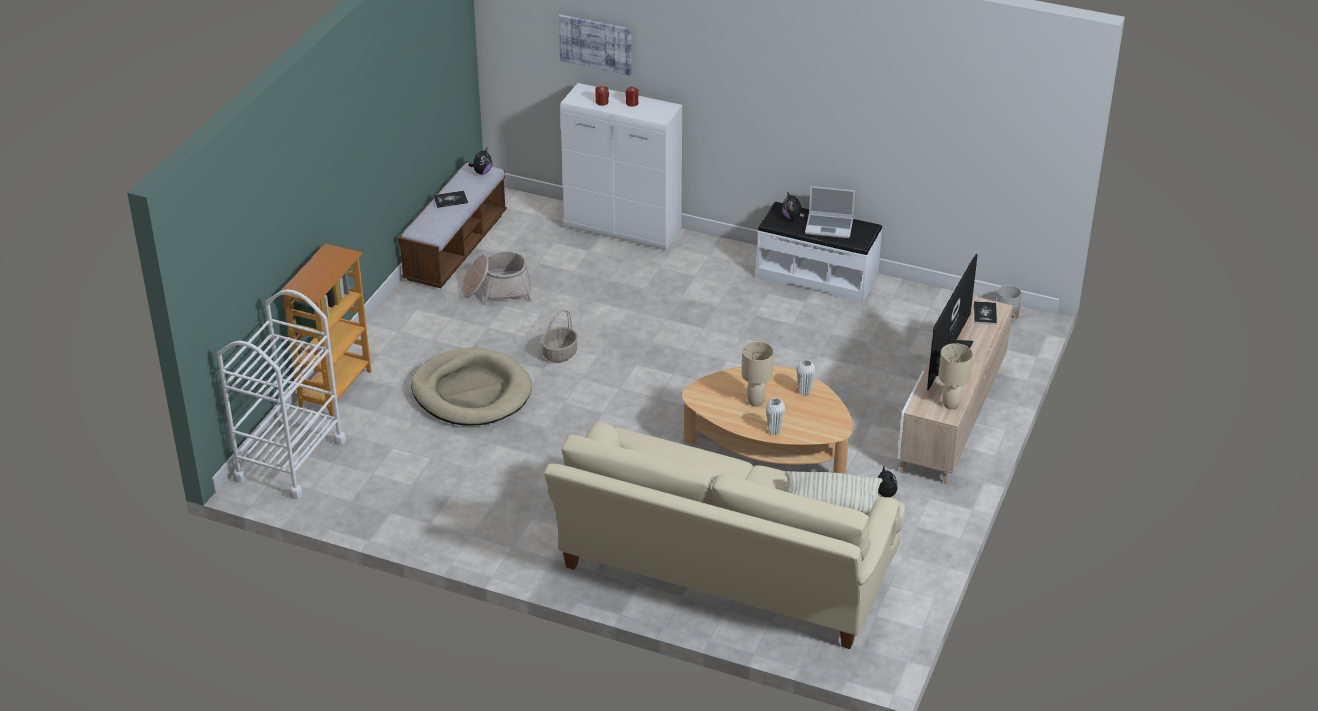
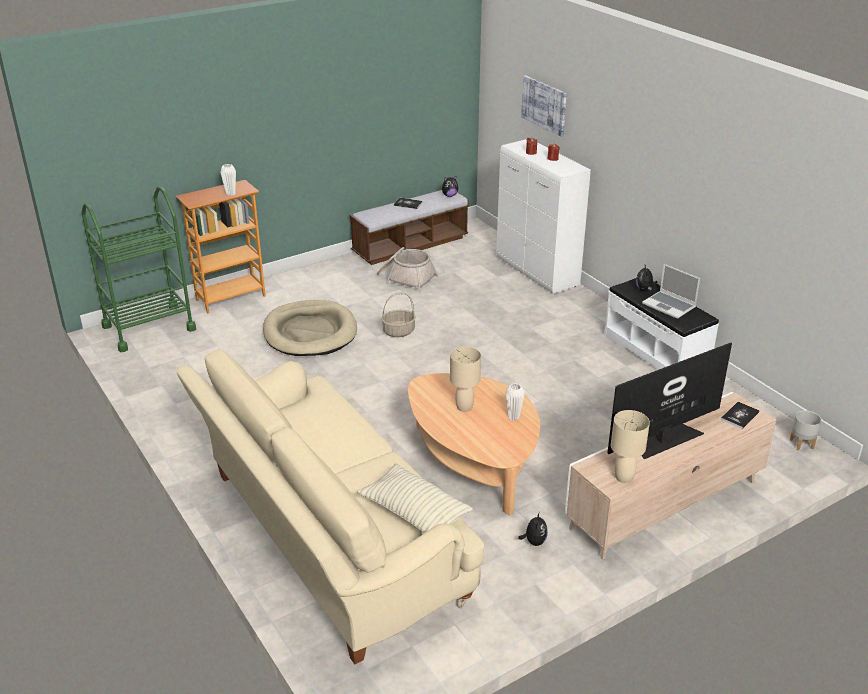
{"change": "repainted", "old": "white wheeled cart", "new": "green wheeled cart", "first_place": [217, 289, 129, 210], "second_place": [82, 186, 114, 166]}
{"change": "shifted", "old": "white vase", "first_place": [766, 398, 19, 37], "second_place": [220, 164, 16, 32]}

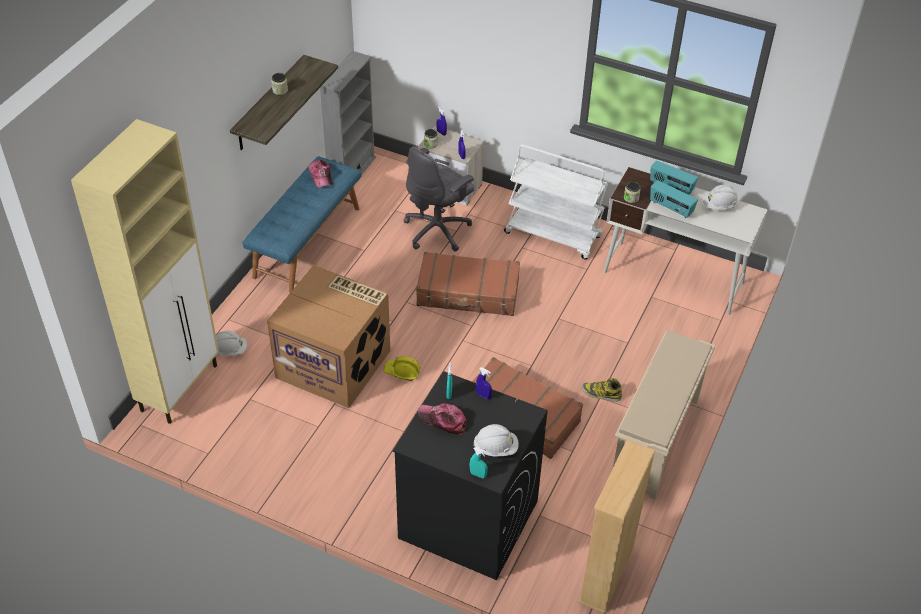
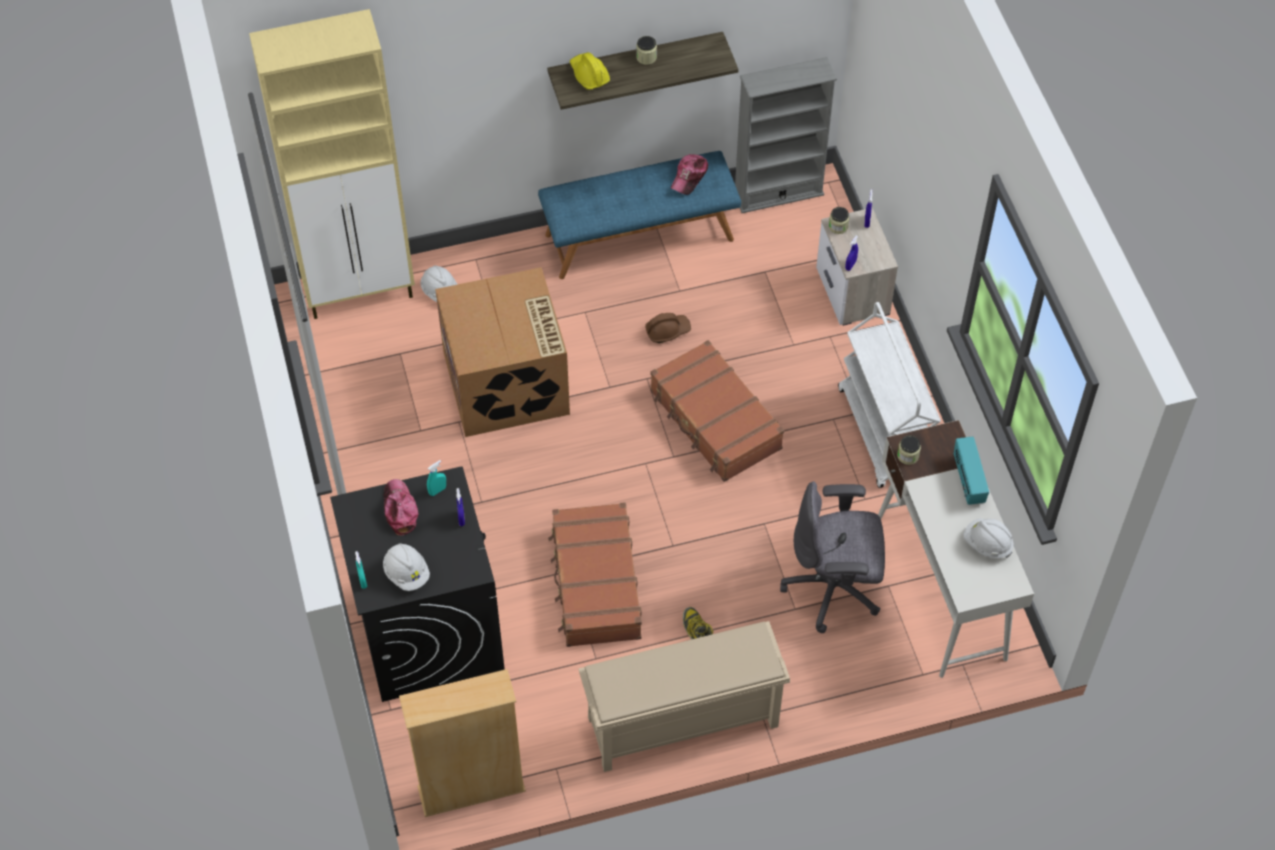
{"change": "shifted", "old": "yellow-coloured safety helmet", "first_place": [384, 356, 37, 25], "second_place": [570, 52, 40, 38]}
{"change": "shifted", "old": "greyish office chair", "first_place": [404, 147, 70, 104], "second_place": [780, 481, 105, 152]}
{"change": "gone", "old": "radio receiver", "first_place": [650, 180, 48, 38]}
{"change": "new", "new": "brown-coloured safety helmet", "second_place": [645, 313, 46, 30]}

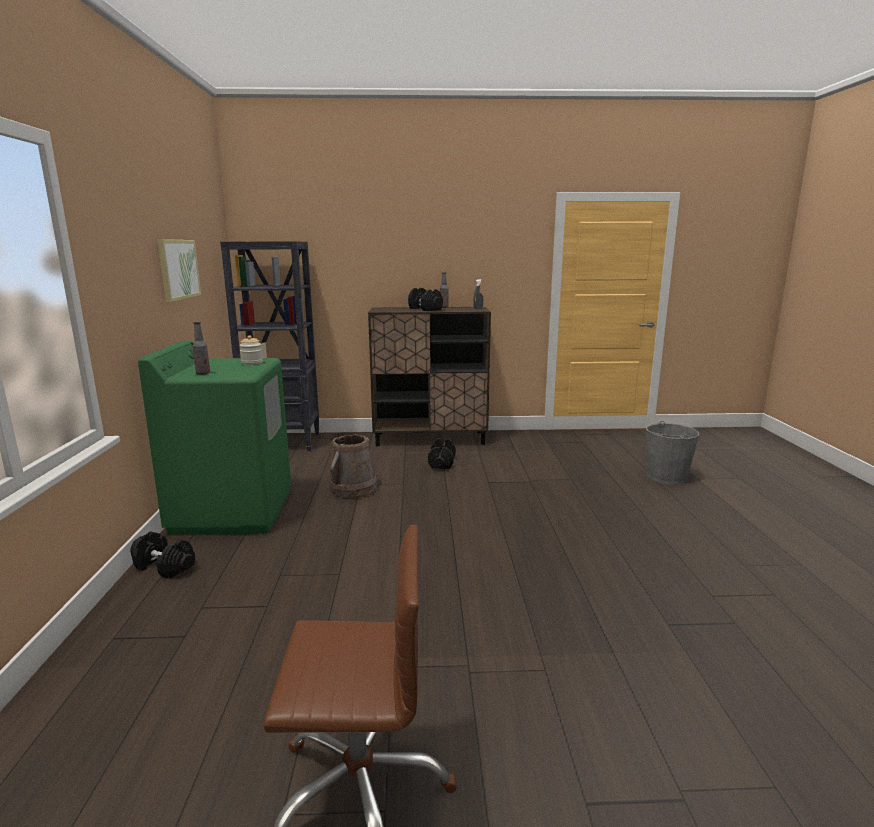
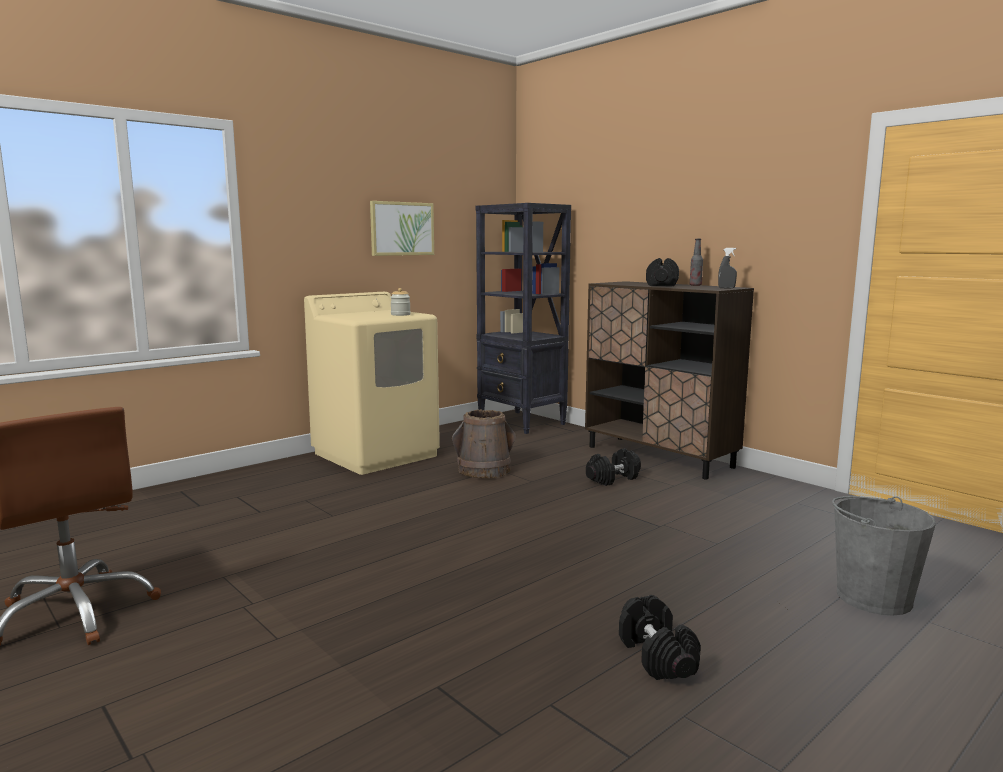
{"change": "shifted", "old": "black dumbbell", "first_place": [130, 532, 65, 46], "second_place": [619, 595, 82, 85]}
{"change": "repainted", "old": "green washing machine", "new": "sand-coloured washing machine", "first_place": [138, 340, 153, 195], "second_place": [304, 292, 136, 183]}
{"change": "gone", "old": "beverage bottle", "first_place": [193, 322, 17, 53]}

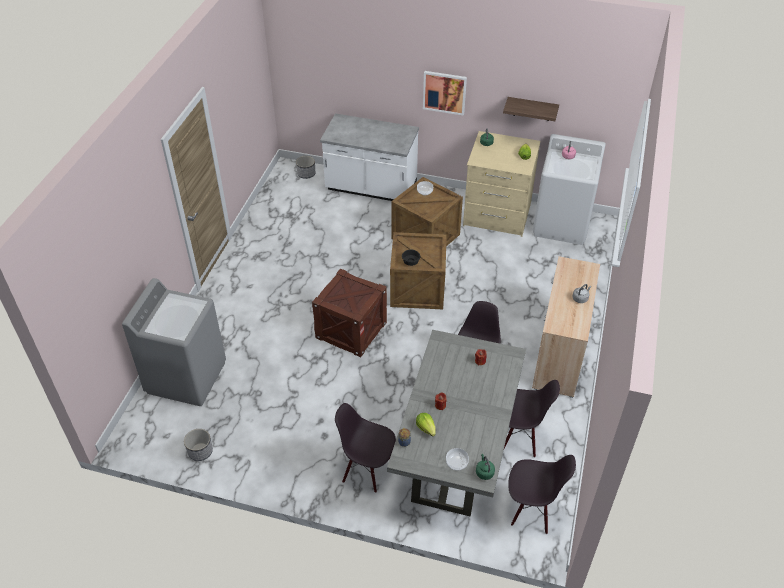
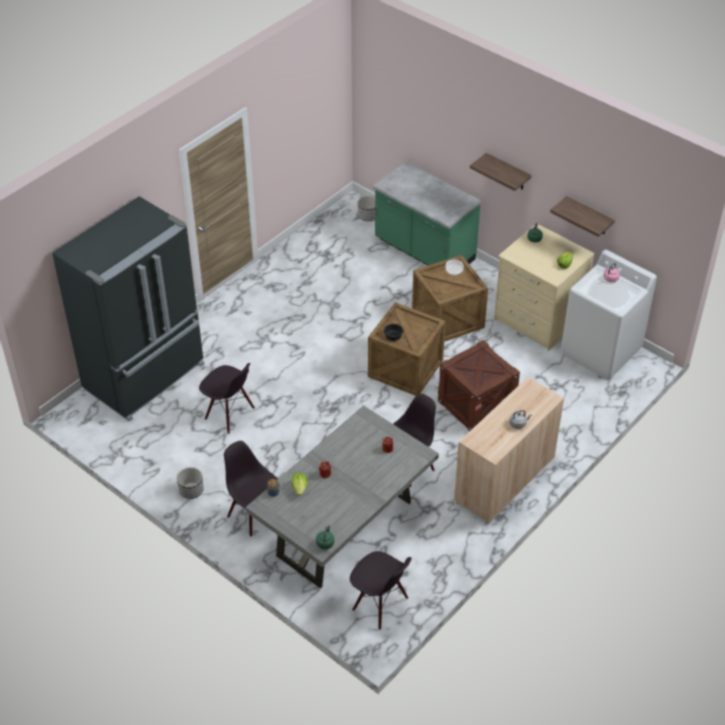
{"change": "swapped", "old": "greyish washing machine", "new": "black kitchen fridge", "first_place": [122, 278, 104, 128], "second_place": [52, 196, 153, 226]}
{"change": "shifted", "old": "planter", "first_place": [184, 429, 29, 32], "second_place": [177, 467, 26, 32]}
{"change": "shifted", "old": "shipping crate", "first_place": [312, 269, 75, 88], "second_place": [438, 340, 82, 91]}
{"change": "repainted", "old": "white kitchen base unit", "new": "green kitchen base unit", "first_place": [320, 113, 99, 88], "second_place": [373, 162, 108, 104]}
{"change": "swapped", "old": "wall picture", "new": "bracket shelf", "first_place": [423, 71, 44, 45], "second_place": [470, 153, 62, 38]}
{"change": "gone", "old": "serving bowl", "first_place": [446, 448, 23, 23]}
{"change": "shifted", "old": "black upright chair", "first_place": [504, 380, 56, 78], "second_place": [199, 363, 56, 71]}

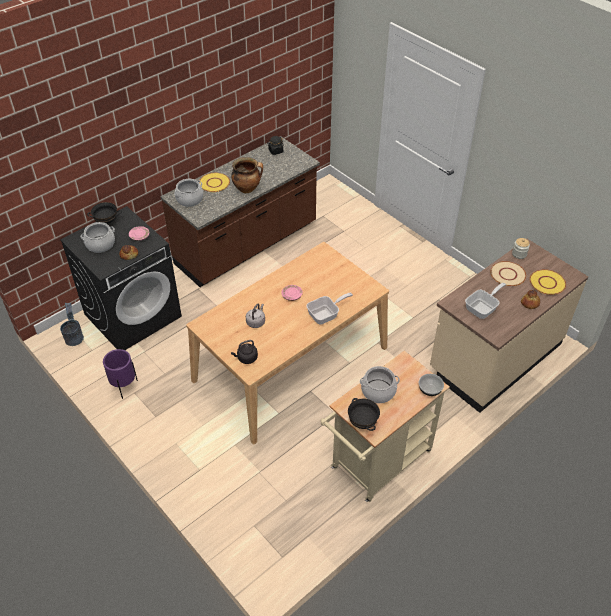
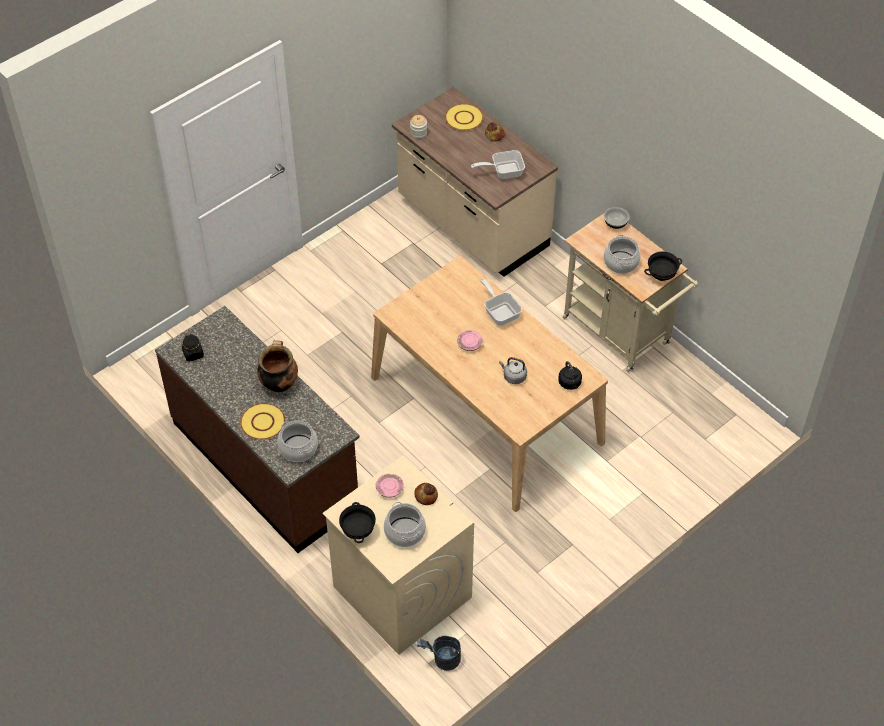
{"change": "repainted", "old": "black washing machine", "new": "sand-coloured washing machine", "first_place": [60, 206, 122, 144], "second_place": [323, 456, 151, 199]}
{"change": "gone", "old": "purplish planter", "first_place": [103, 349, 35, 50]}
{"change": "rotated", "old": "frying pan", "first_place": [465, 283, 41, 36], "second_place": [471, 150, 54, 29], "degrees": -60}
{"change": "gone", "old": "sand-coloured dinner plate", "first_place": [490, 261, 36, 25]}

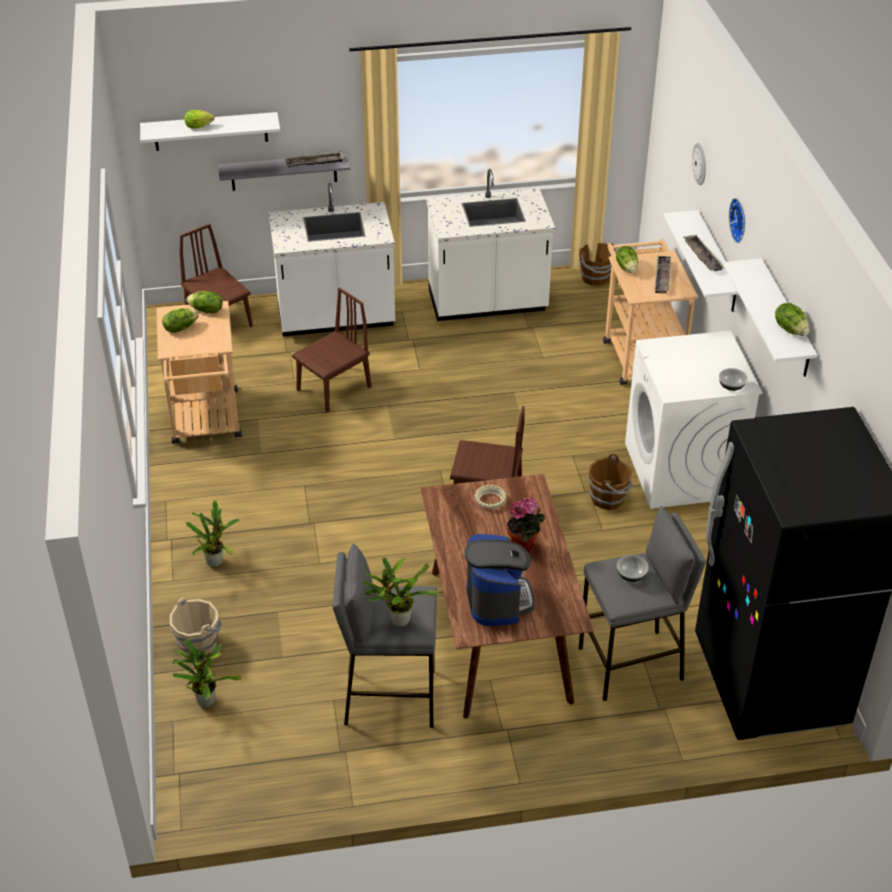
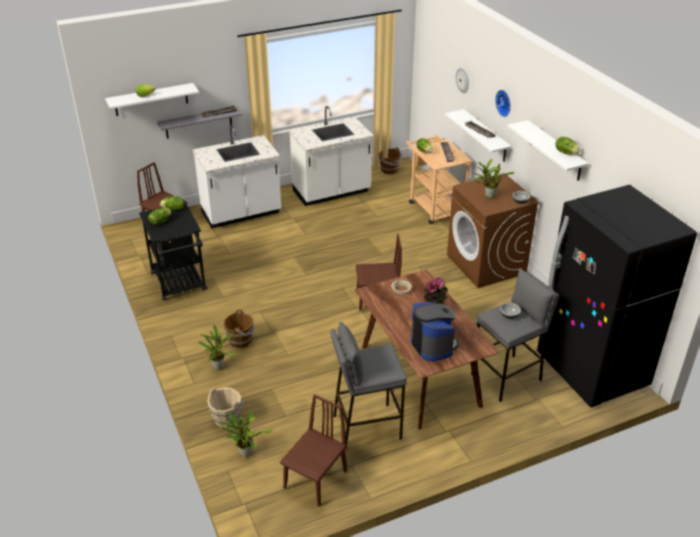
{"change": "repainted", "old": "sand-coloured wheeled cart", "new": "black wheeled cart", "first_place": [156, 301, 86, 143], "second_place": [139, 202, 68, 99]}
{"change": "shifted", "old": "brown-coloured upright chair", "first_place": [292, 287, 79, 125], "second_place": [280, 394, 67, 113]}
{"change": "shifted", "old": "plant in a pot", "first_place": [362, 557, 77, 70], "second_place": [472, 159, 42, 39]}
{"change": "shifted", "old": "brown-coloured water bucket", "first_place": [588, 454, 45, 56], "second_place": [224, 310, 31, 38]}
{"change": "repainted", "old": "white washing machine", "new": "brown-coloured washing machine", "first_place": [625, 331, 138, 178], "second_place": [447, 173, 93, 115]}

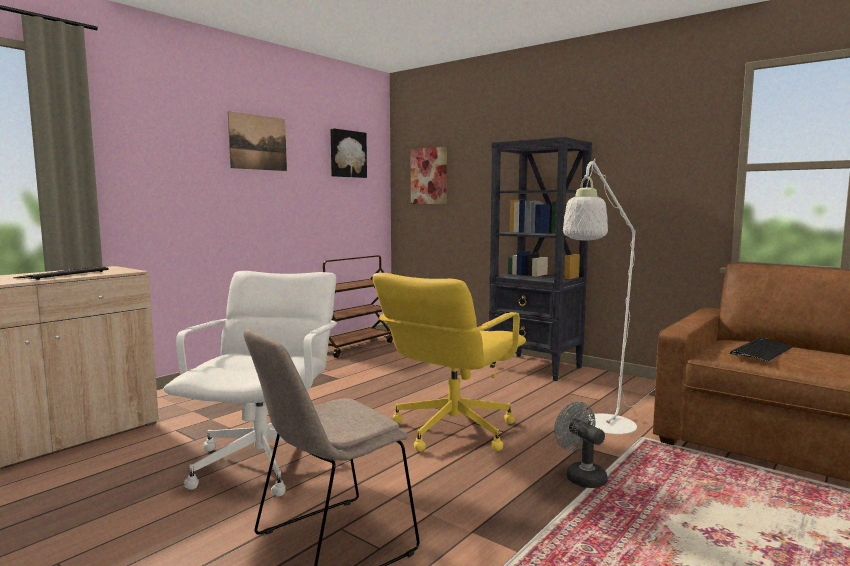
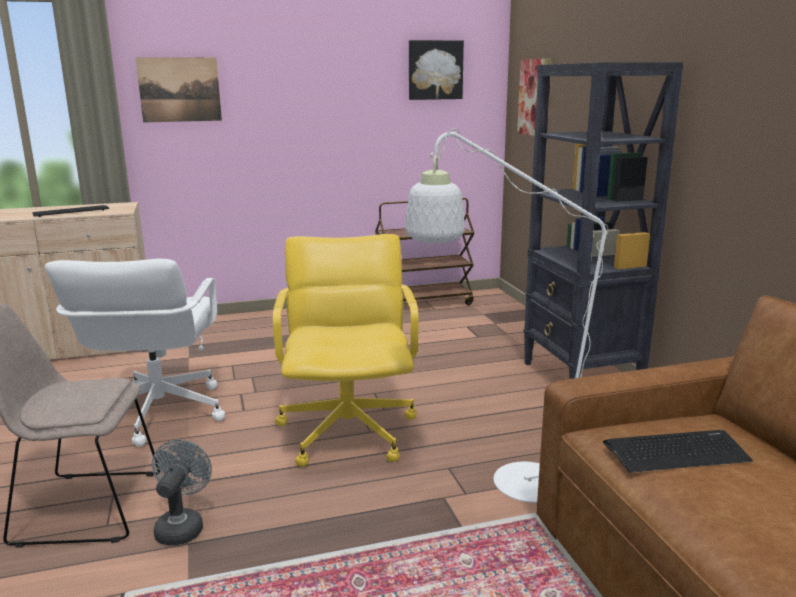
{"change": "rotated", "old": "white office chair", "first_place": [164, 271, 173, 225], "second_place": [45, 259, 180, 188], "degrees": 135}
{"change": "shifted", "old": "wall picture", "first_place": [228, 111, 59, 60], "second_place": [136, 57, 86, 66]}
{"change": "rotated", "old": "yellow-coloured office chair", "first_place": [372, 273, 154, 179], "second_place": [273, 234, 145, 233], "degrees": 105}
{"change": "shifted", "old": "greyish fan", "first_place": [554, 402, 54, 86], "second_place": [152, 439, 60, 106]}

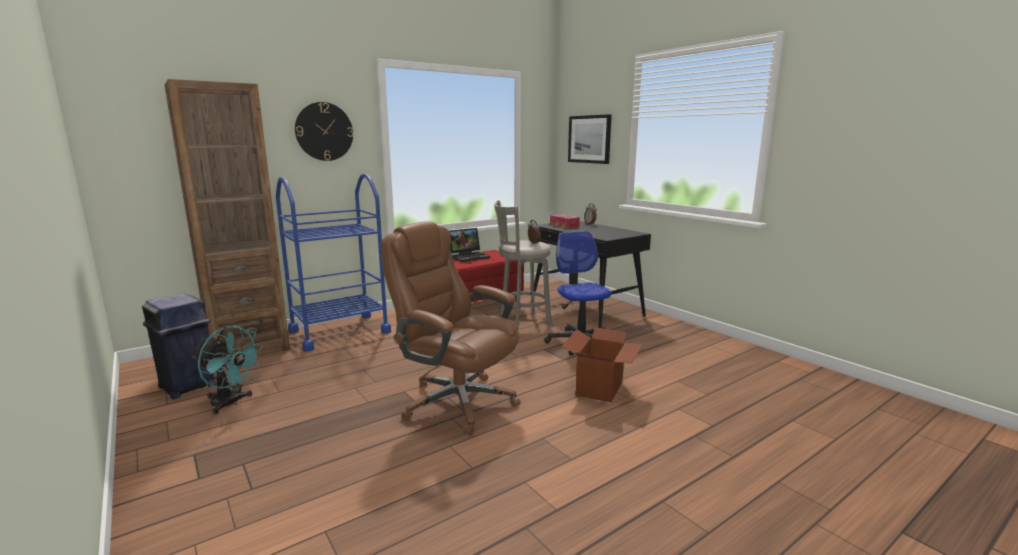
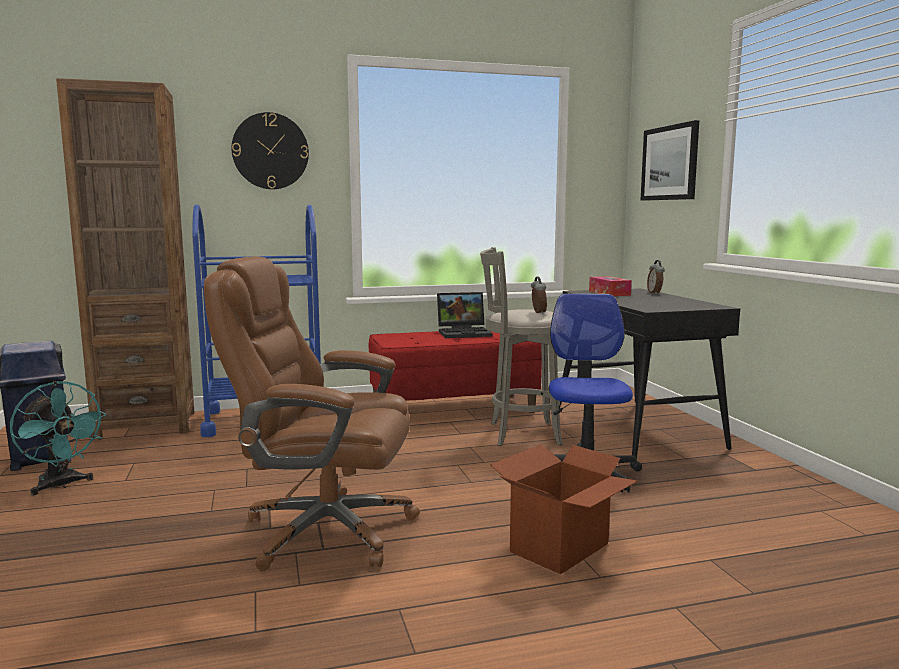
{"change": "rotated", "old": "brown-coloured office chair", "first_place": [381, 221, 140, 214], "second_place": [204, 256, 216, 315], "degrees": -45}

